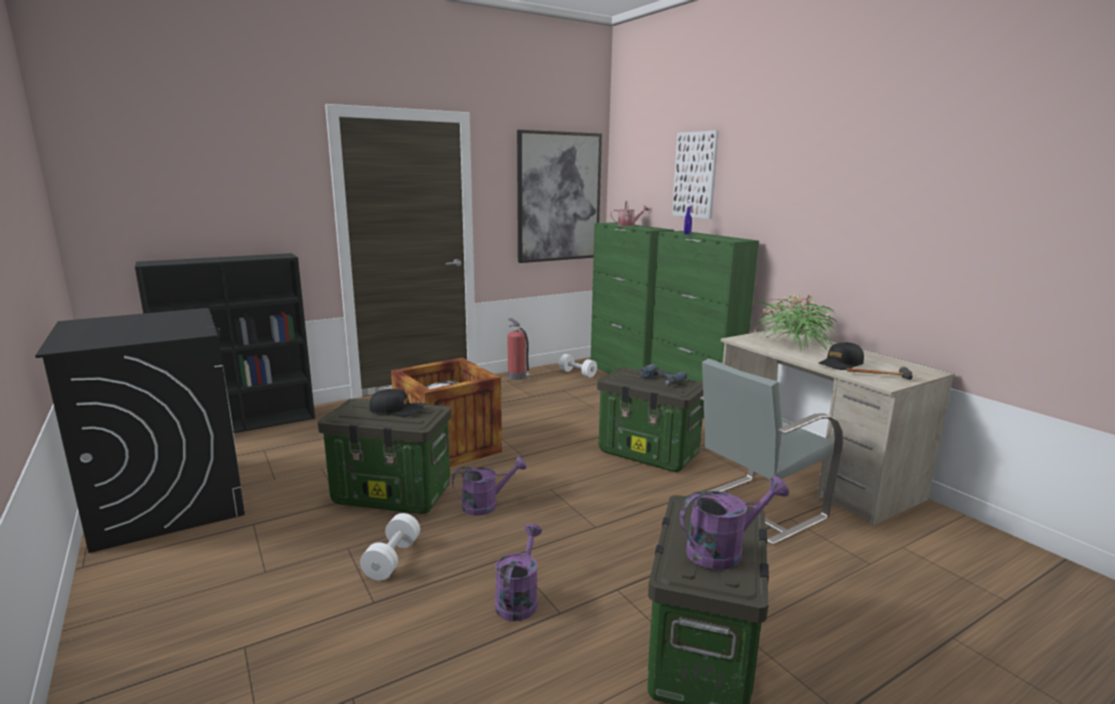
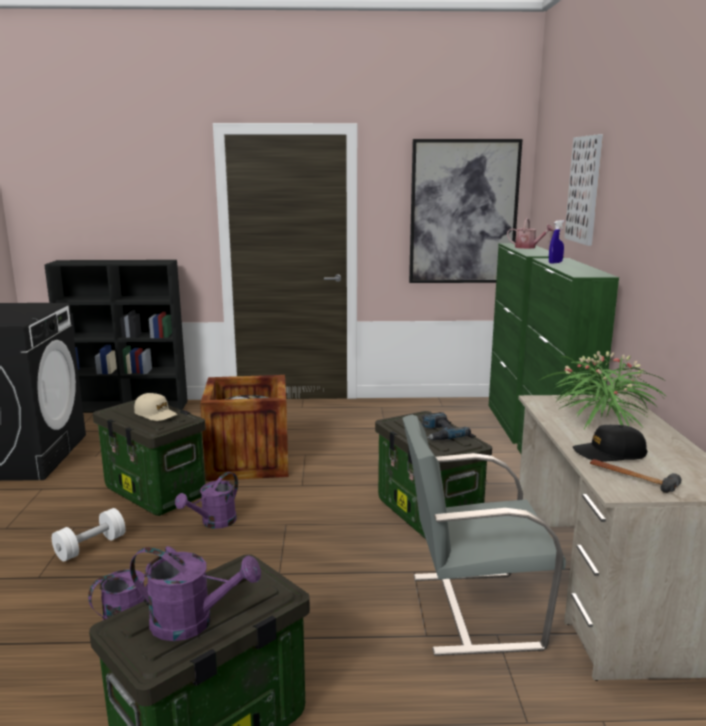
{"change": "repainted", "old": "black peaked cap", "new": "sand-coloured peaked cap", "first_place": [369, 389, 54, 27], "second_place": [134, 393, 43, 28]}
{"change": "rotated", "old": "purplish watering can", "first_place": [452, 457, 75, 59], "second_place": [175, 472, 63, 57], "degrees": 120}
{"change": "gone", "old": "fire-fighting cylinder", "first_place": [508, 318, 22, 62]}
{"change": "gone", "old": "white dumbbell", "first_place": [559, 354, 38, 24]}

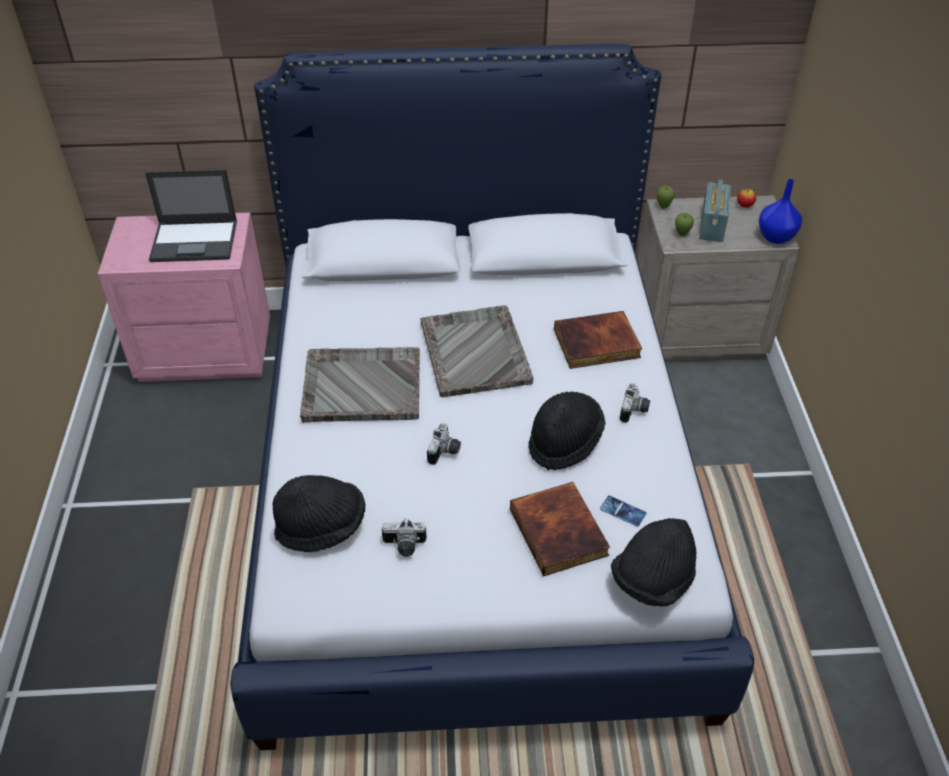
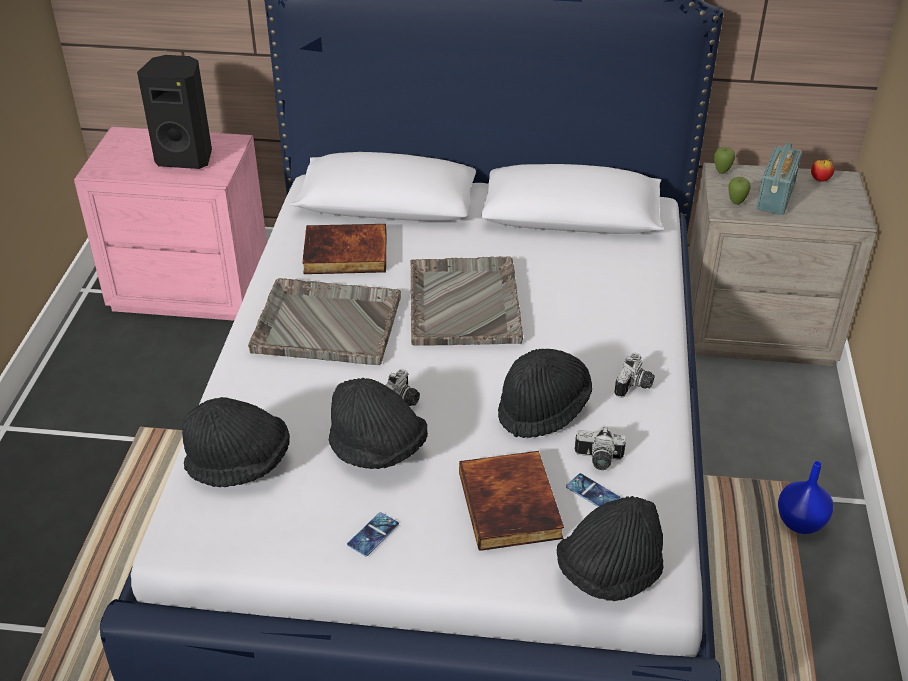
{"change": "swapped", "old": "portable computer", "new": "black audio speaker", "first_place": [145, 170, 92, 92], "second_place": [137, 55, 75, 114]}
{"change": "shifted", "old": "still camera", "first_place": [382, 519, 45, 38], "second_place": [575, 427, 51, 43]}
{"change": "shifted", "old": "bound book", "first_place": [554, 311, 88, 58], "second_place": [302, 224, 84, 50]}
{"change": "shifted", "old": "bluish vase", "first_place": [759, 179, 43, 65], "second_place": [778, 461, 55, 73]}
{"change": "new", "new": "black hat", "second_place": [329, 378, 99, 91]}
{"change": "new", "new": "telephone", "second_place": [347, 512, 52, 44]}

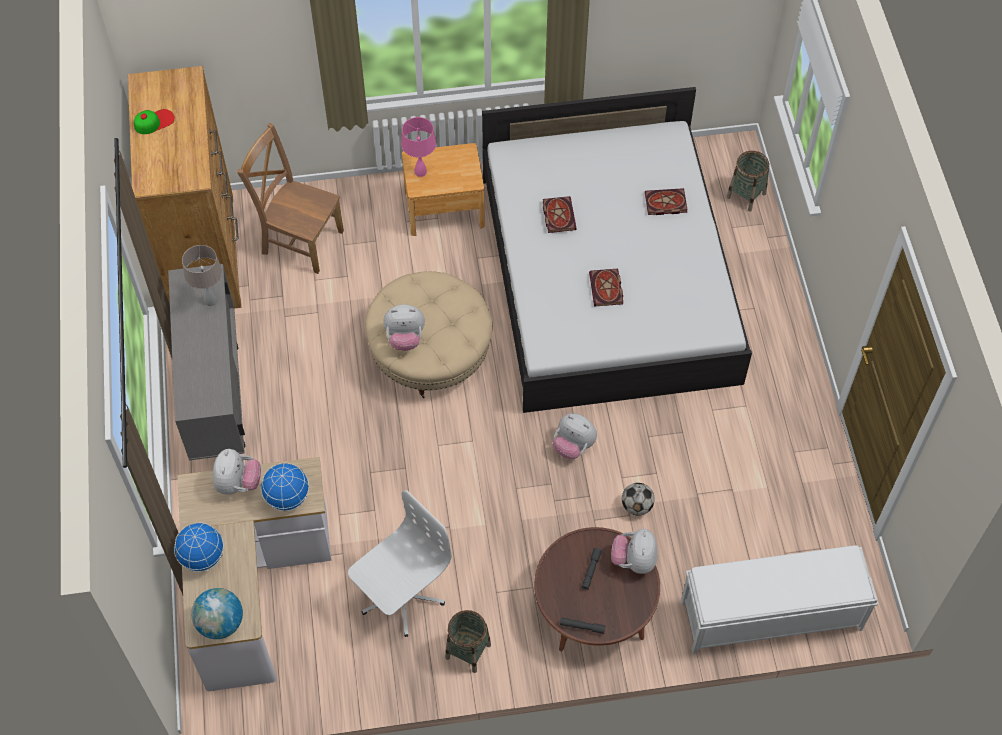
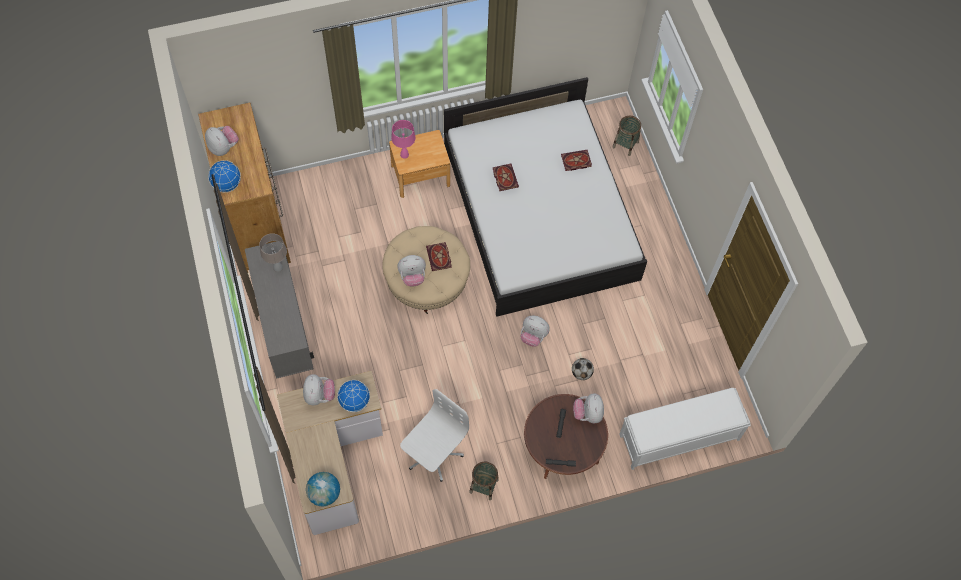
{"change": "swapped", "old": "peaked cap", "new": "plush toy", "first_place": [134, 109, 41, 25], "second_place": [205, 126, 34, 30]}
{"change": "shifted", "old": "world globe", "first_place": [174, 522, 50, 50], "second_place": [208, 160, 33, 33]}
{"change": "gone", "old": "brown-coloured upright chair", "first_place": [237, 123, 107, 151]}
{"change": "shifted", "old": "bound book", "first_place": [589, 269, 34, 37], "second_place": [426, 242, 26, 29]}

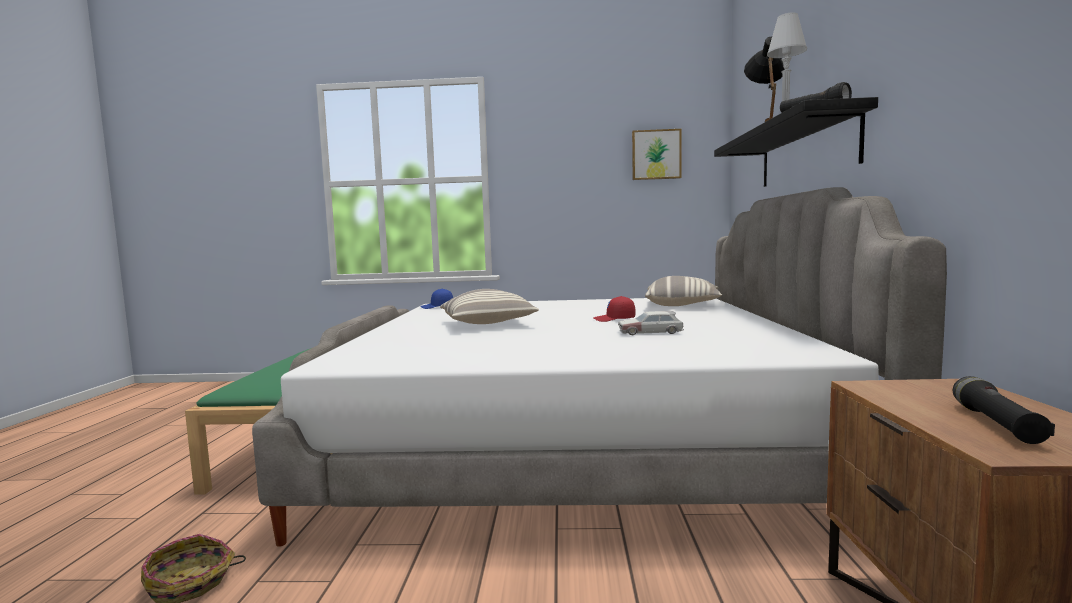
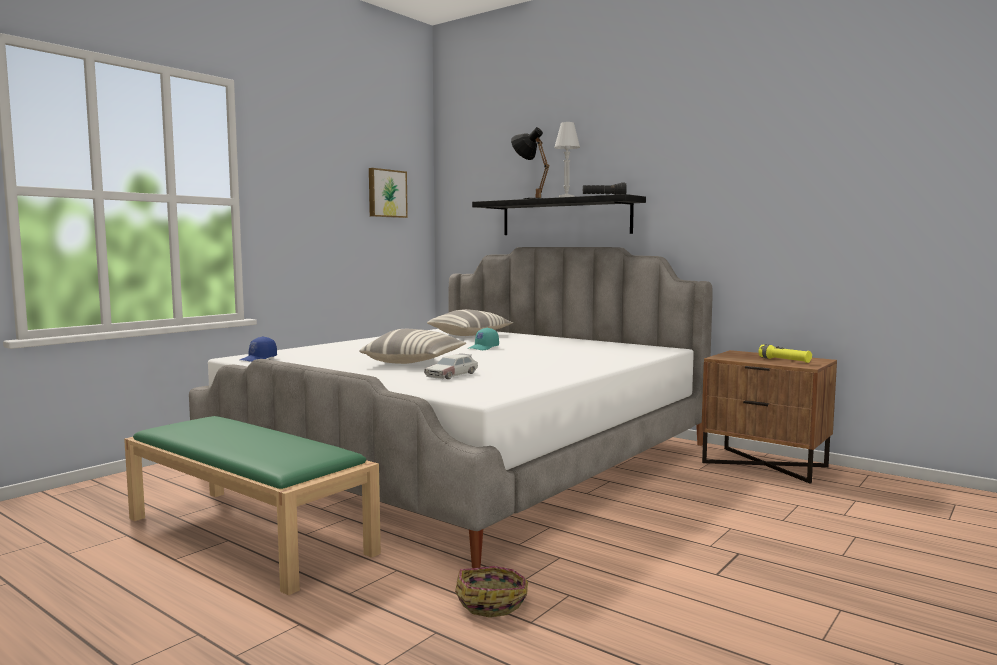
{"change": "repainted", "old": "red peaked cap", "new": "turquoise peaked cap", "first_place": [594, 296, 42, 26], "second_place": [468, 328, 31, 22]}
{"change": "shifted", "old": "model car", "first_place": [618, 311, 66, 24], "second_place": [424, 353, 54, 26]}
{"change": "repainted", "old": "black torch", "new": "yellow-coloured torch", "first_place": [953, 376, 102, 68], "second_place": [759, 344, 53, 19]}

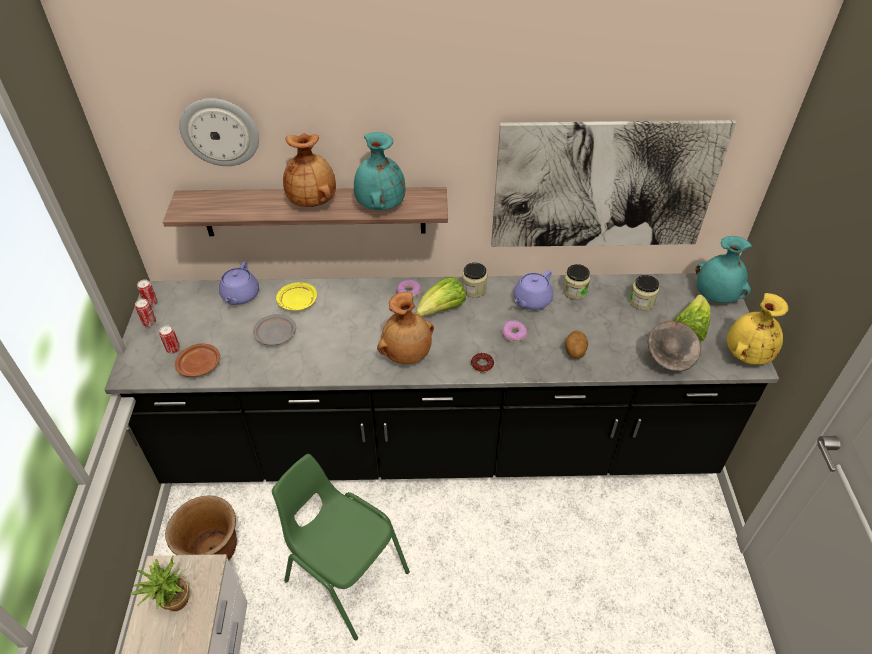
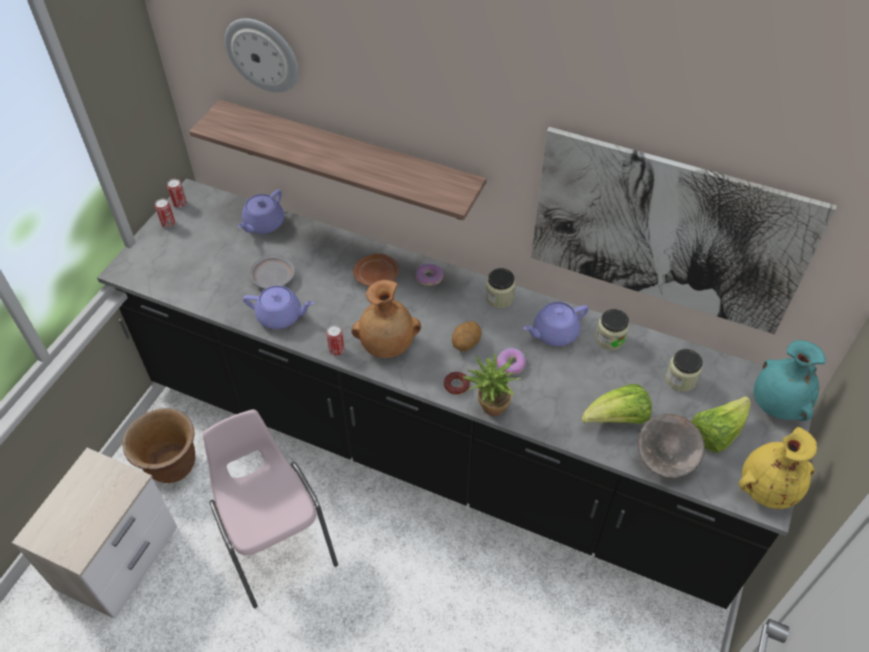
{"change": "shifted", "old": "plant in a pot", "first_place": [130, 556, 60, 55], "second_place": [463, 354, 58, 62]}
{"change": "shifted", "old": "metal can", "first_place": [159, 325, 21, 29], "second_place": [326, 325, 19, 31]}
{"change": "shifted", "old": "brown-coloured dinner plate", "first_place": [175, 343, 45, 34], "second_place": [353, 254, 46, 32]}
{"change": "repainted", "old": "green upright chair", "new": "pink-coloured upright chair", "first_place": [272, 454, 138, 186], "second_place": [203, 409, 135, 199]}
{"change": "gone", "old": "yellow-coloured dinner plate", "first_place": [276, 282, 41, 29]}
{"change": "gone", "old": "brown-coloured vase", "first_place": [283, 133, 53, 74]}
{"change": "gone", "old": "turquoise vase", "first_place": [354, 132, 51, 78]}
{"change": "shifted", "old": "head of lettuce", "first_place": [416, 277, 50, 40], "second_place": [582, 384, 70, 40]}
{"change": "shifted", "old": "whole potato", "first_place": [565, 331, 23, 28], "second_place": [452, 321, 30, 30]}
{"change": "new", "new": "purplish pot for tea", "second_place": [243, 285, 71, 44]}

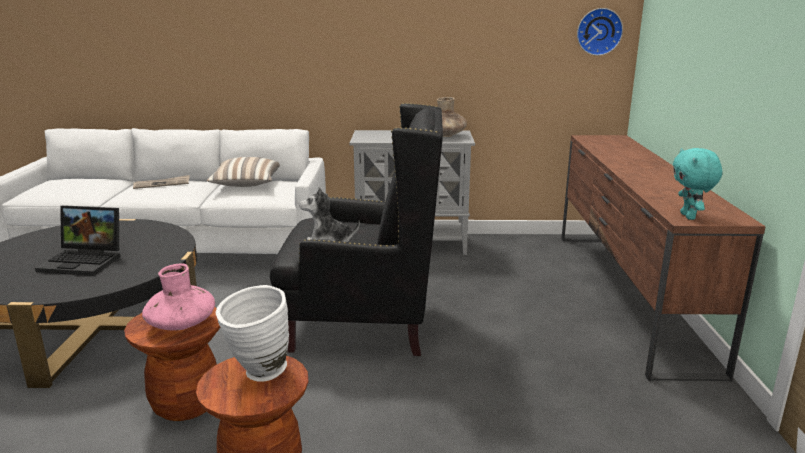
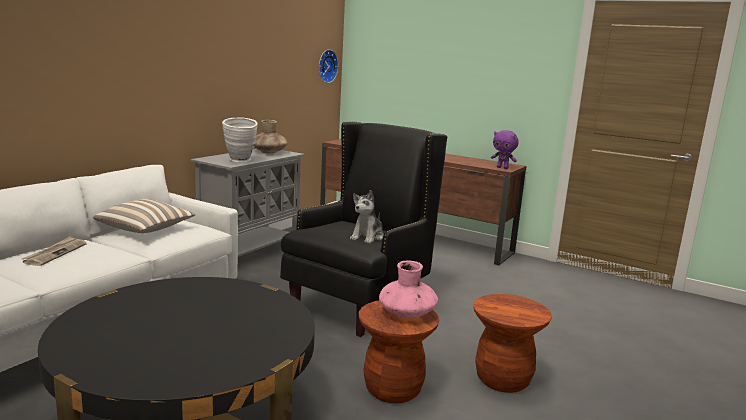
{"change": "gone", "old": "portable computer", "first_place": [35, 205, 85, 71]}
{"change": "shifted", "old": "white vase", "first_place": [216, 285, 73, 97], "second_place": [222, 117, 36, 45]}
{"change": "repainted", "old": "turquoise plush toy", "new": "purplish plush toy", "first_place": [673, 148, 49, 72], "second_place": [491, 130, 28, 39]}

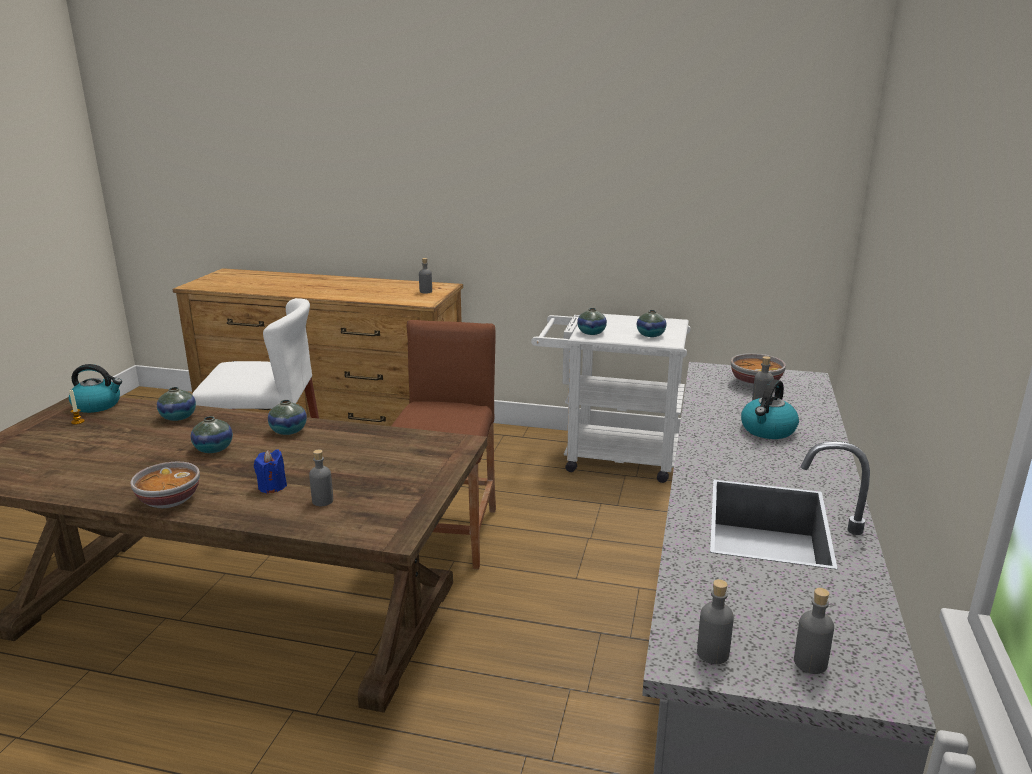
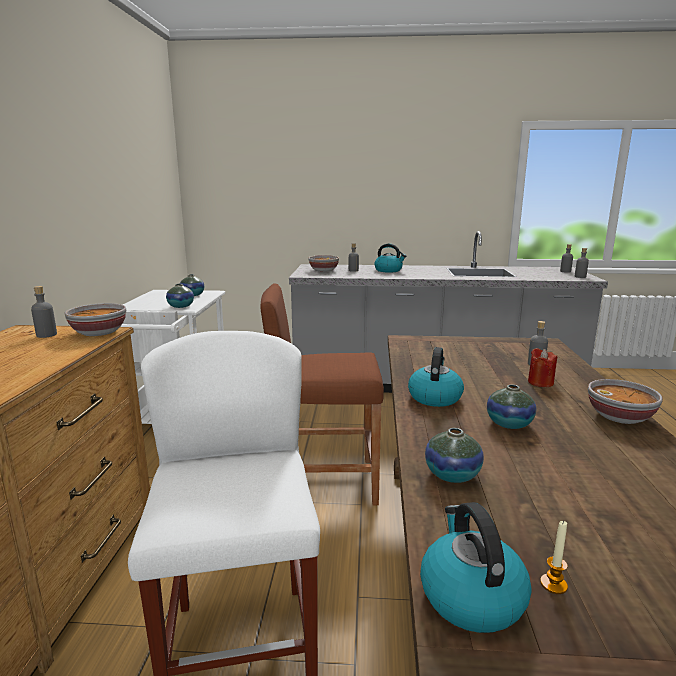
{"change": "repainted", "old": "bluish wax light", "new": "red wax light", "first_place": [254, 449, 33, 45], "second_place": [528, 348, 29, 39]}
{"change": "swapped", "old": "vase", "new": "water kettle", "first_place": [268, 400, 39, 35], "second_place": [408, 347, 56, 60]}
{"change": "new", "new": "serving bowl", "second_place": [65, 303, 61, 33]}

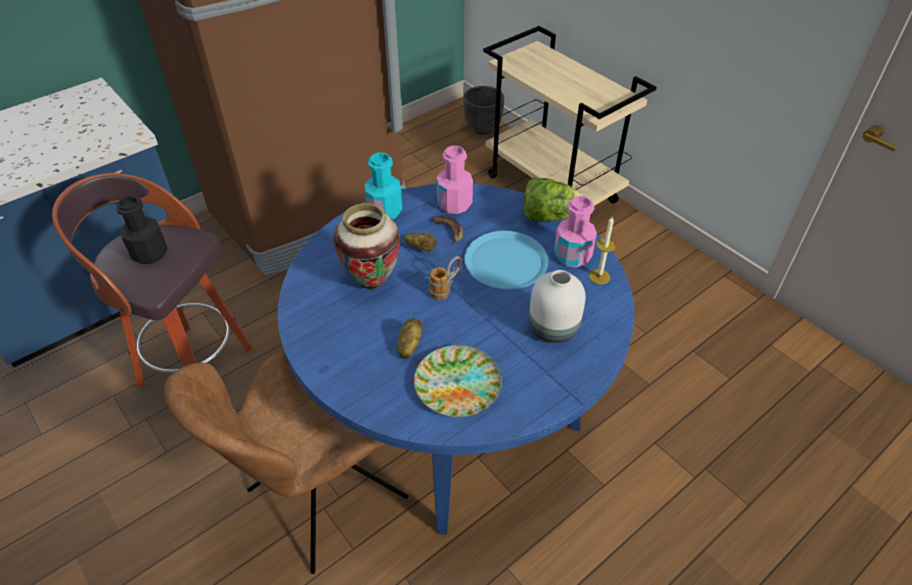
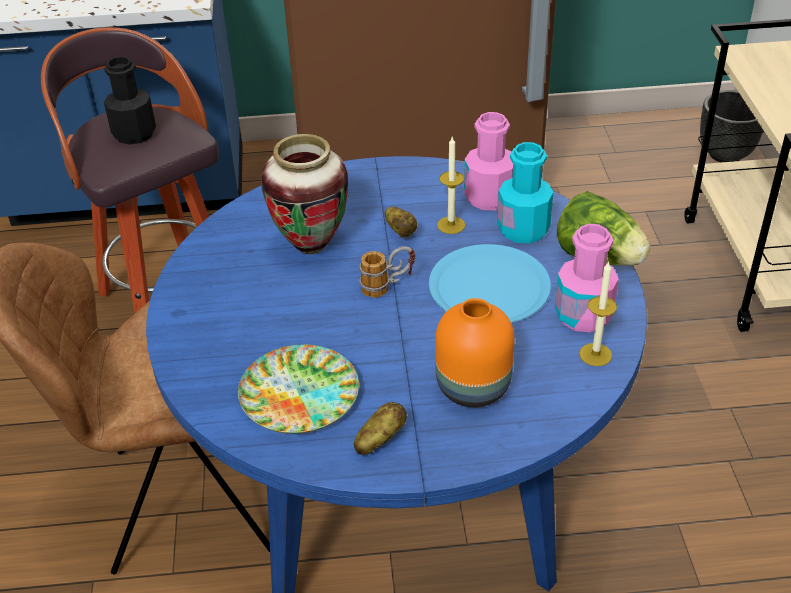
{"change": "shifted", "old": "turquoise beverage bottle", "first_place": [364, 152, 38, 67], "second_place": [497, 142, 56, 101]}
{"change": "shifted", "old": "whole potato", "first_place": [397, 318, 25, 41], "second_place": [354, 402, 53, 53]}
{"change": "swapped", "old": "whole banana", "new": "wax light", "first_place": [432, 216, 31, 32], "second_place": [437, 137, 28, 97]}
{"change": "repainted", "old": "white vase", "new": "orangey vase", "first_place": [529, 270, 57, 73], "second_place": [435, 298, 80, 109]}

